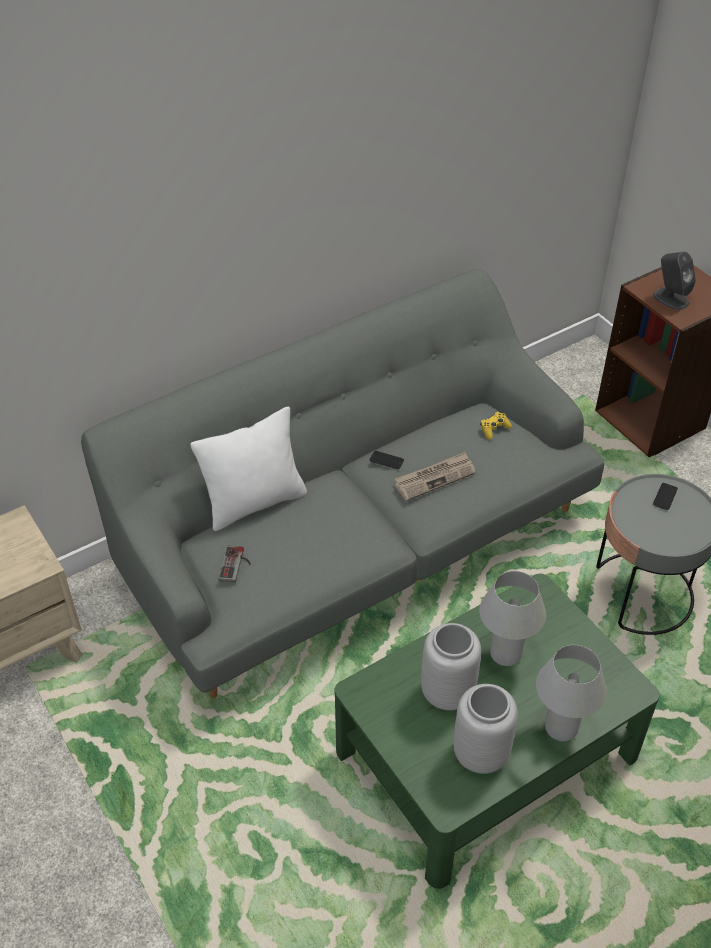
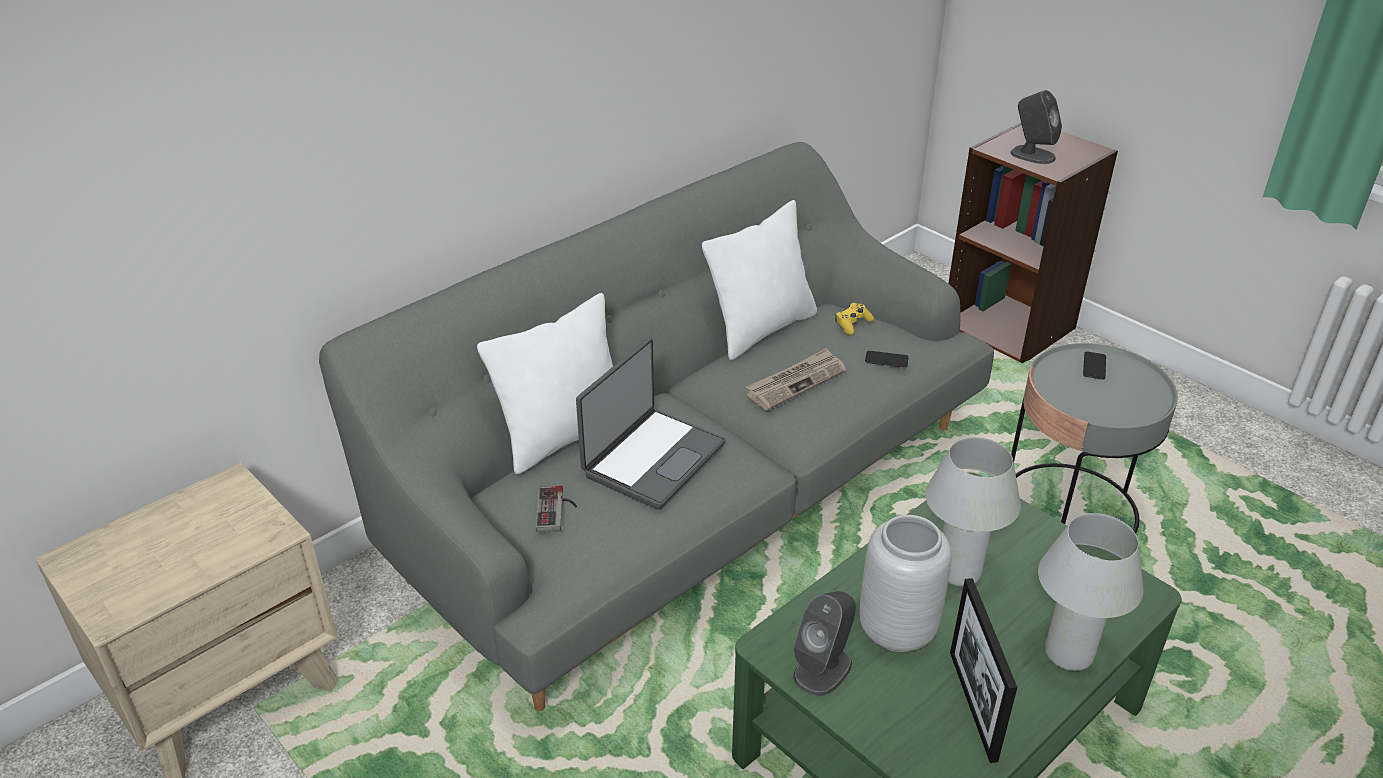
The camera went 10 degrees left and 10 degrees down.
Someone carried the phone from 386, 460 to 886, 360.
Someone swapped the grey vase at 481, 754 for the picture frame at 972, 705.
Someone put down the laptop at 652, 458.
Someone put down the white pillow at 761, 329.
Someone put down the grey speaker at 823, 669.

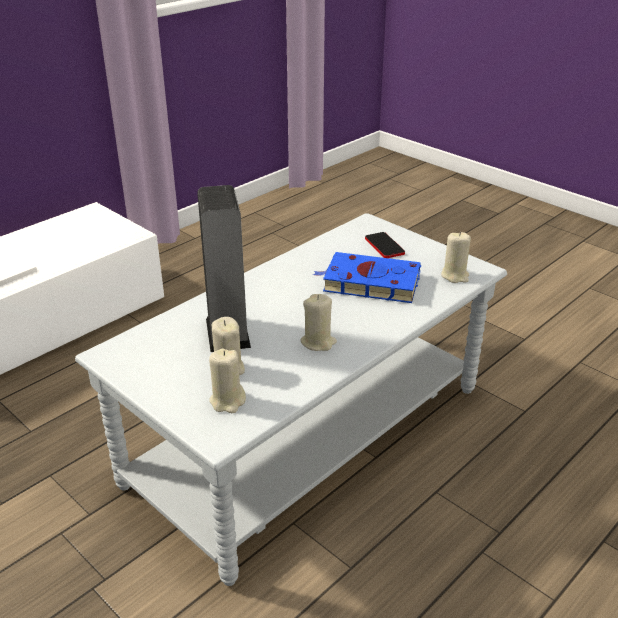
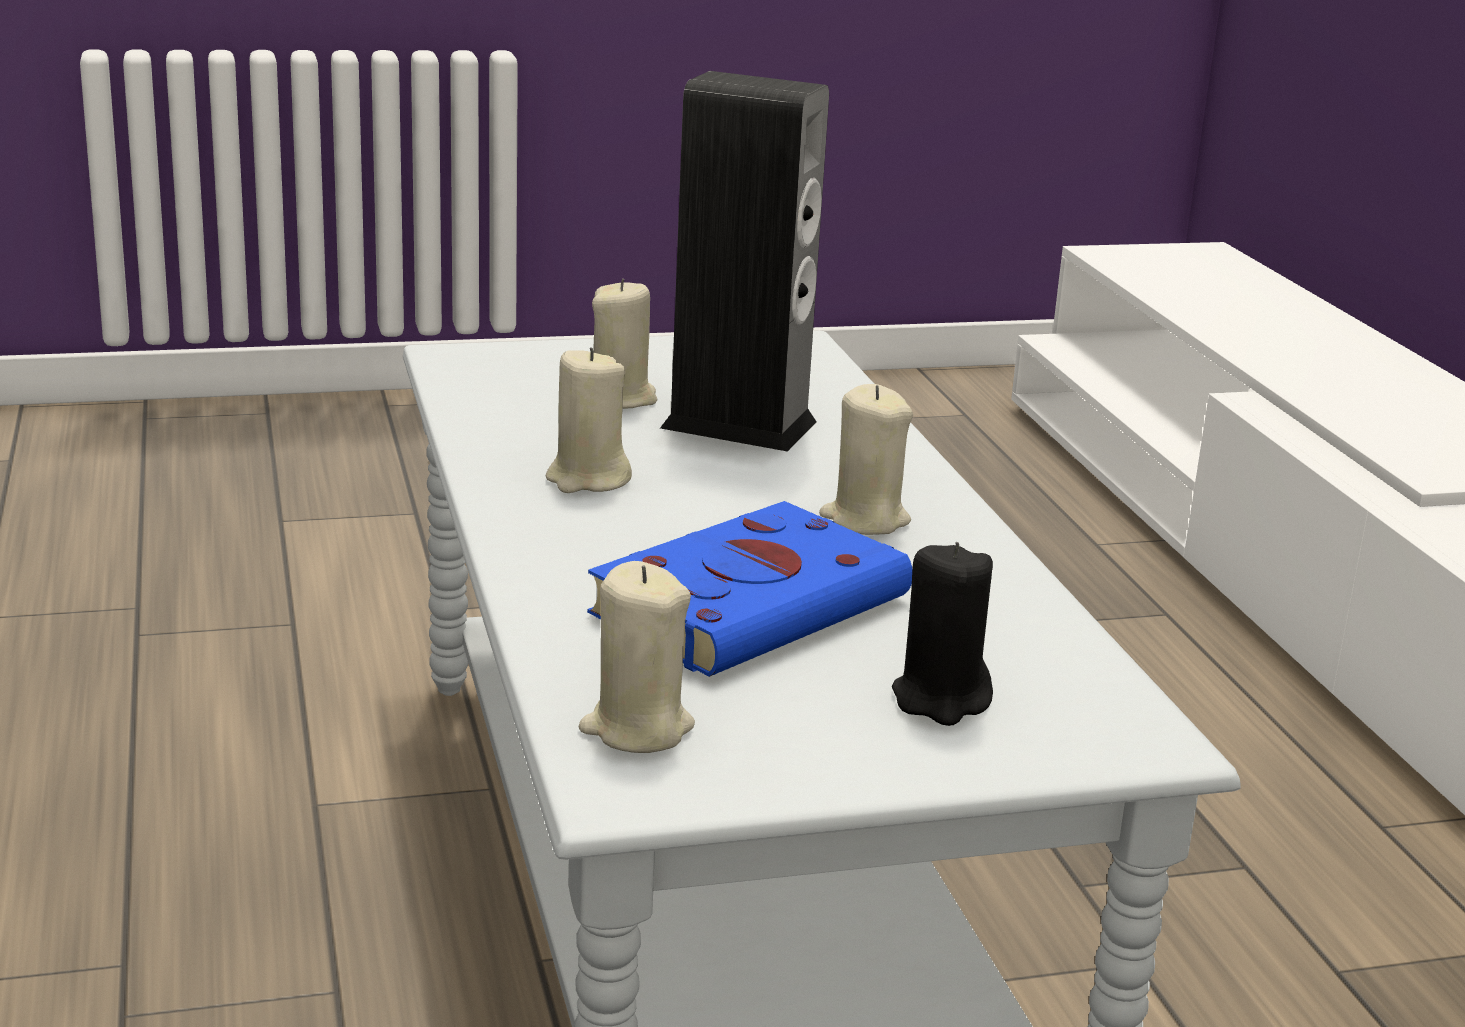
The camera went 120 degrees right and 10 degrees down.
Someone carried the beige candle from 228, 401 to 864, 519.
Someone swapped the phone at 384, 246 for the black candle at 941, 699.

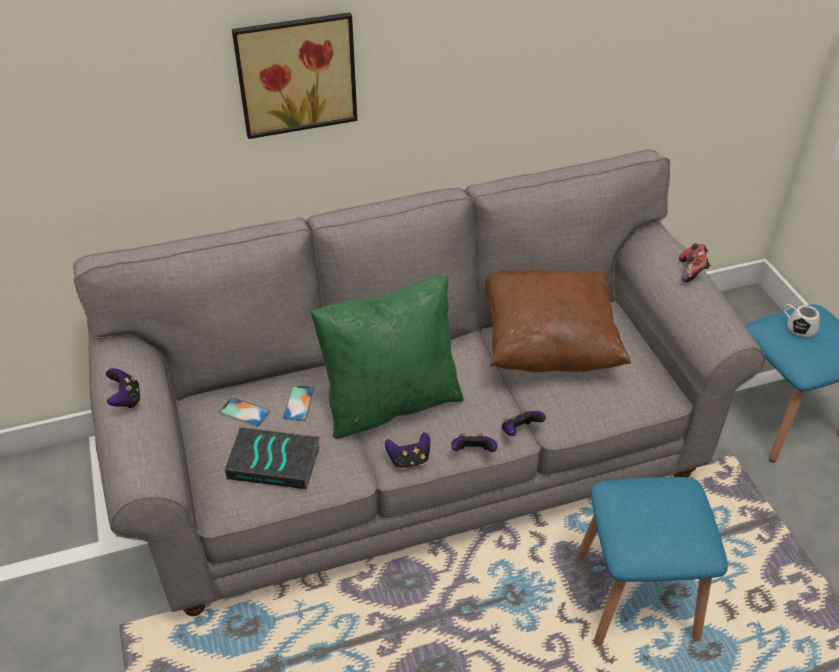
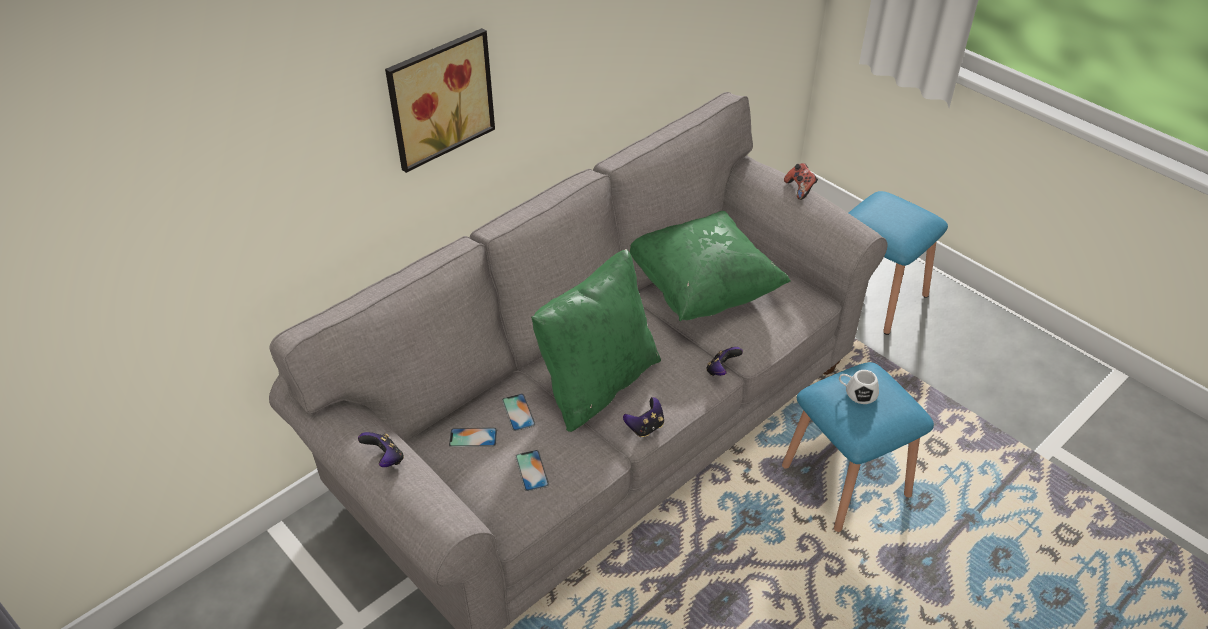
The camera went 25 degrees left and 0 degrees up.
Someone swapped the book at 275, 461 for the phone at 532, 470.
Someone took away the game controller at 473, 452.
Someone repainted the brown pillow at 548, 345, which became the green pillow at 702, 289.
Someone carried the white mug from 797, 326 to 857, 392.

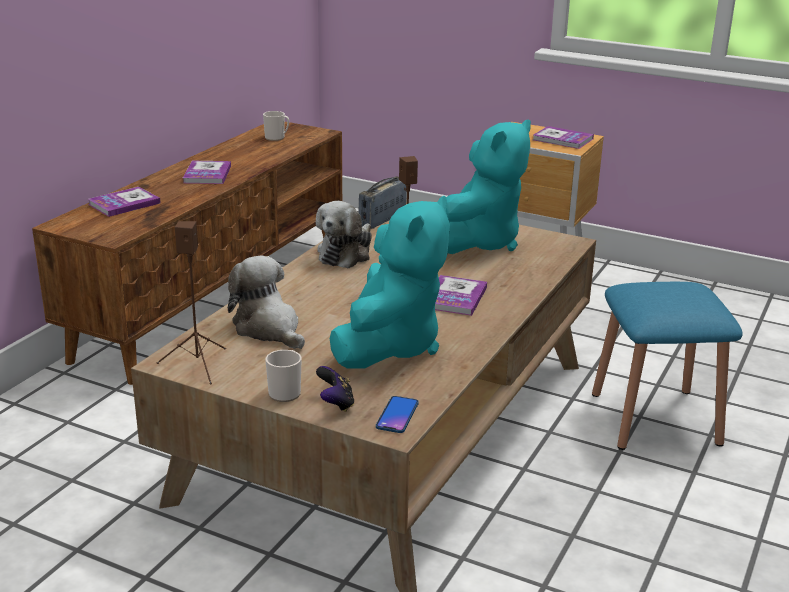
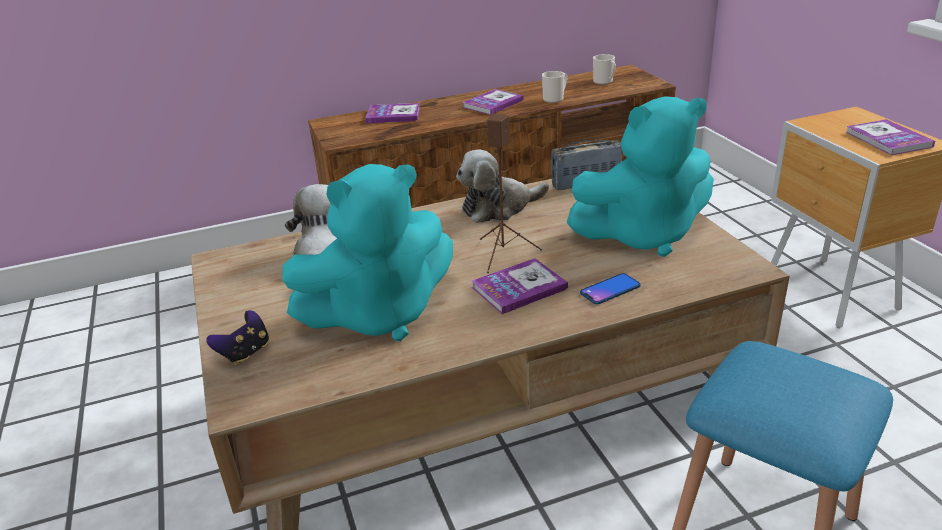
The camera went 45 degrees right and 5 degrees up.
Someone took away the brown speaker at 198, 364.
Someone carried the mug from 286, 392 to 555, 99.
Someone carried the phone from 397, 415 to 610, 290.

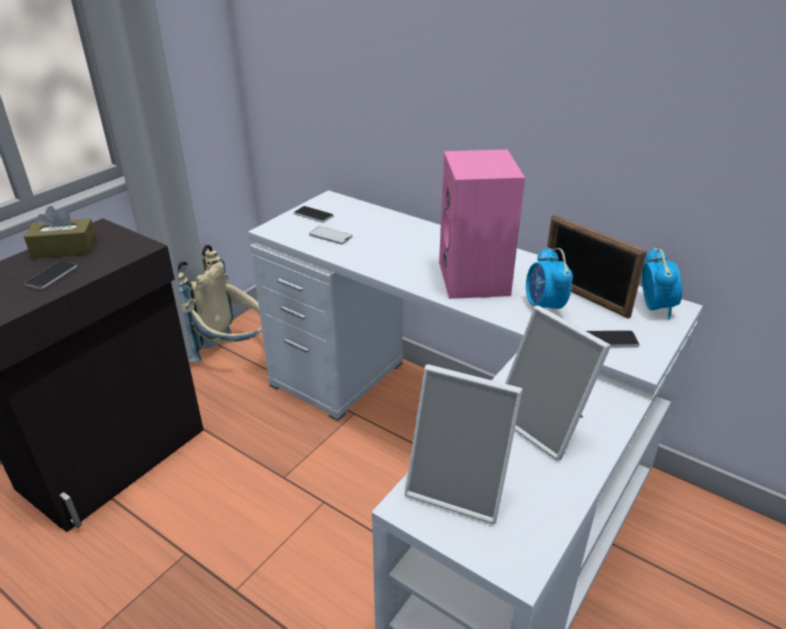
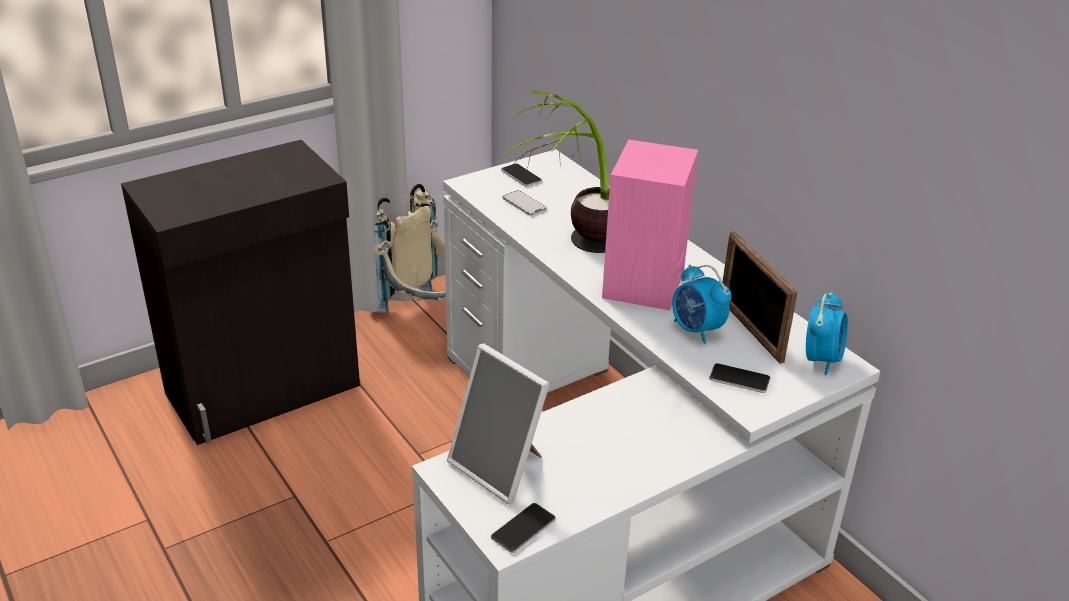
The camera went 20 degrees right and 0 degrees up.
Someone took away the brown tissue box at 65, 249.
Someone carried the phone from 51, 276 to 523, 529.
Someone took away the picture frame at 545, 425.
Someone rotated the alarm clock at 544, 307 by 45 degrees counterclockwise.
Someone put down the potted plant at 574, 250.

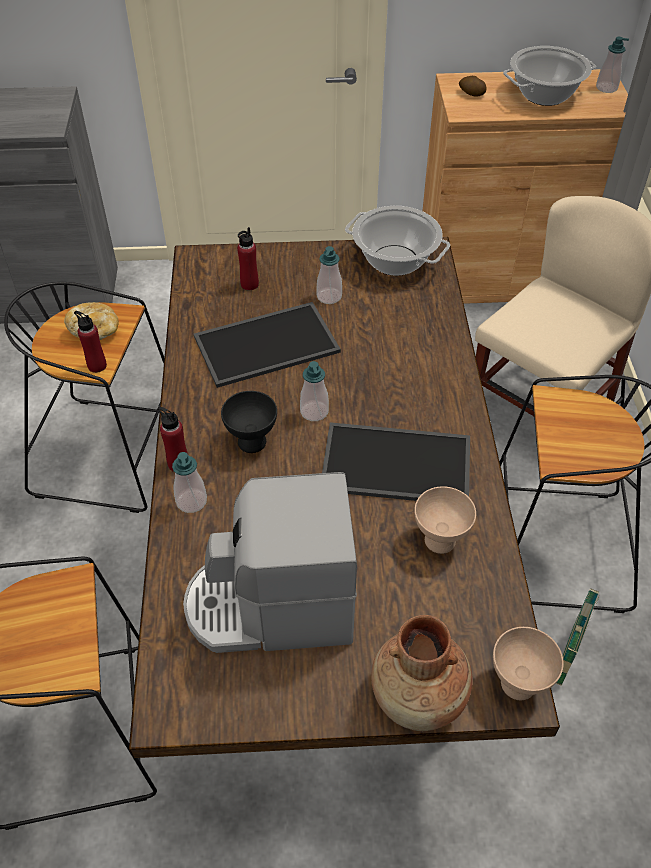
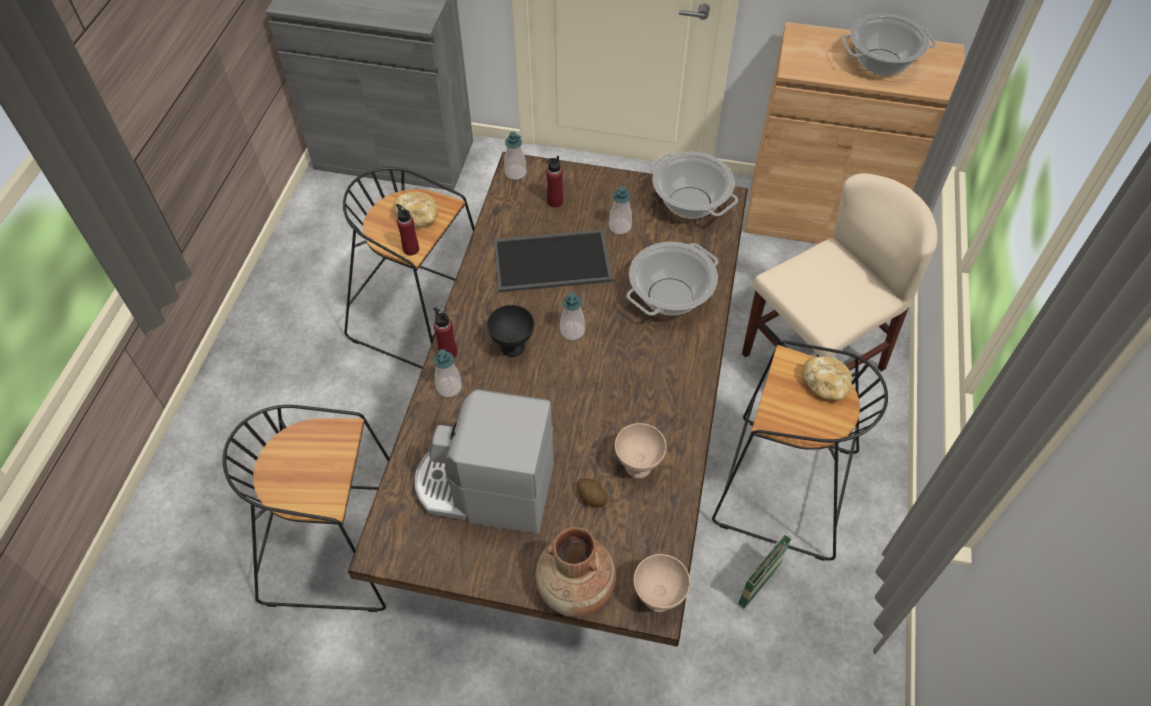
The camera went 15 degrees right and 5 degrees up.
Someone took away the tray at 394, 466.
Someone carried the potato from 471, 94 to 591, 497.
Someone carried the soap dispenser from 606, 88 to 515, 173.
Someone put down the cooking pot at 670, 297.
Someone put down the bread at 825, 384.

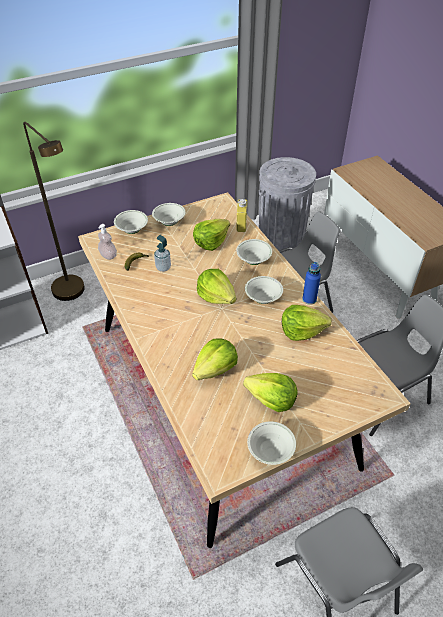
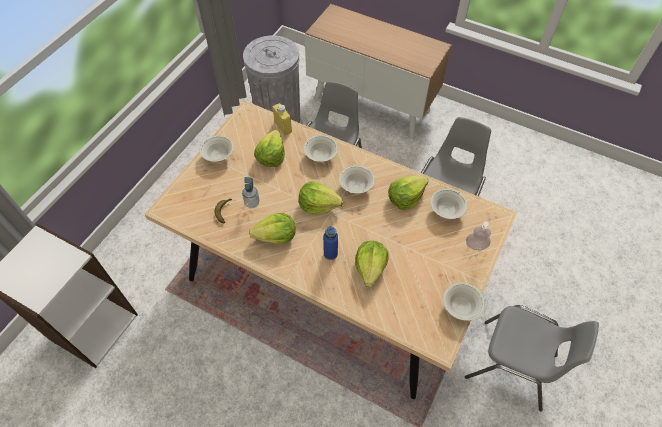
The camera went 35 degrees left and 10 degrees up.
Someone took away the brown floor lamp at 74, 294.
Someone carried the soap dispenser from 108, 255 to 476, 245.
Someone carried the white bowl from 132, 230 to 446, 211.
Someone carried the lettuce from 271, 400 to 276, 237.
Someone carried the blue bottle from 309, 299 to 330, 254.

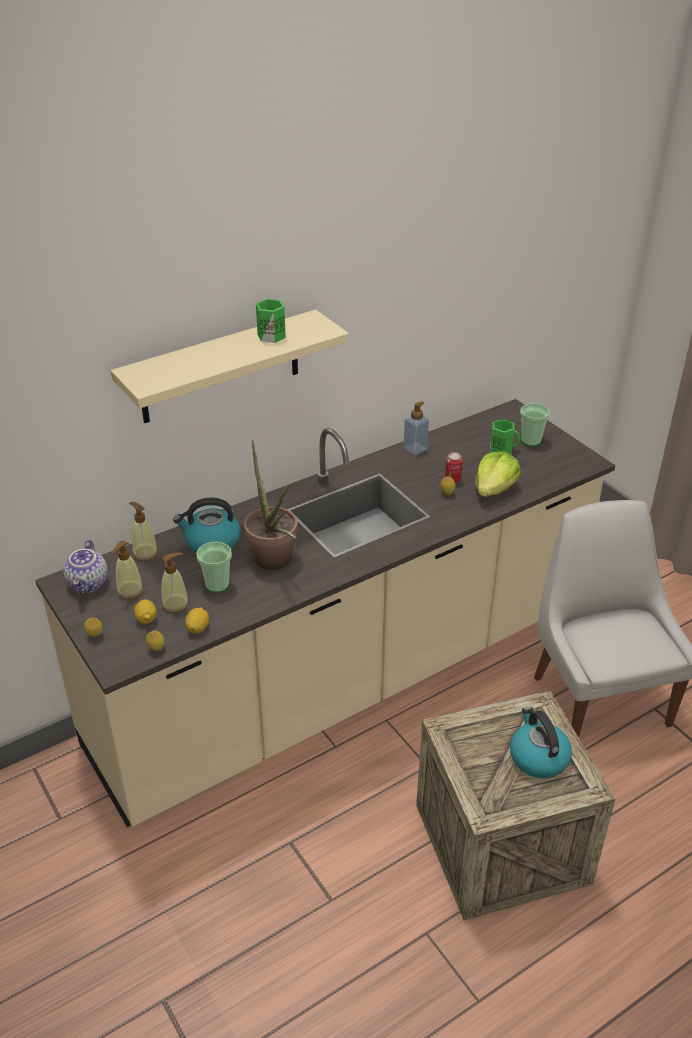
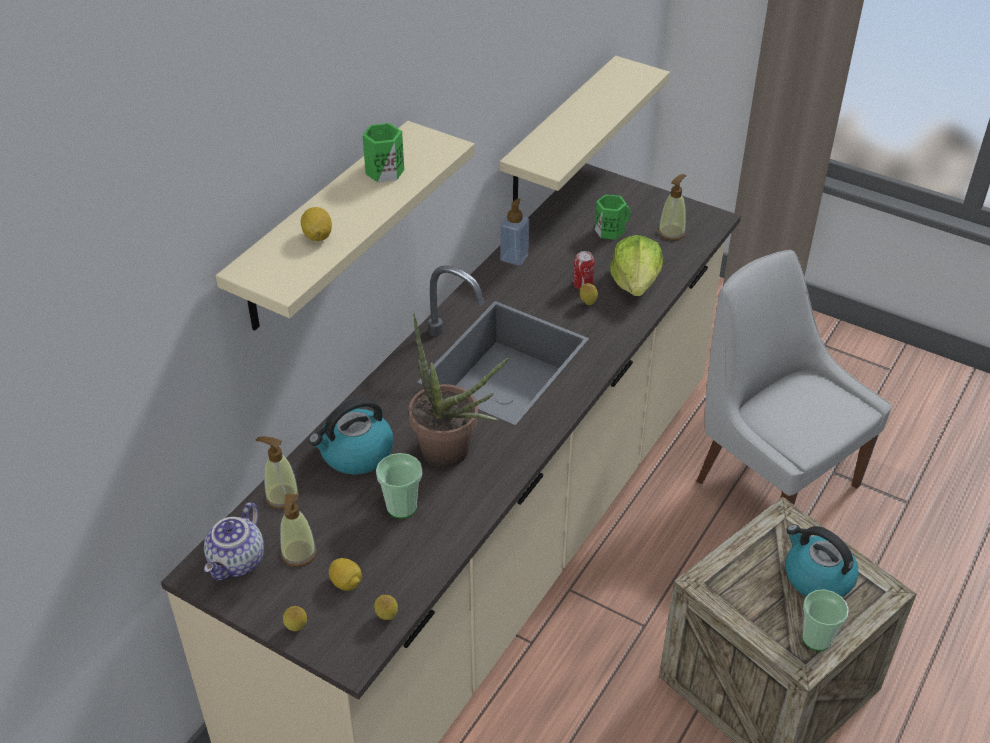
The camera went 25 degrees left and 5 degrees up.
Someone rotated the teapot at 89, 584 by 45 degrees clockwise.
Someone carried the soap dispenser from 175, 604 to 671, 232.
Someone carried the lemon from 198, 628 to 317, 236.
Someone carried the cup from 531, 440 to 816, 638.
Someone put up the beige shelf at 559, 134.

